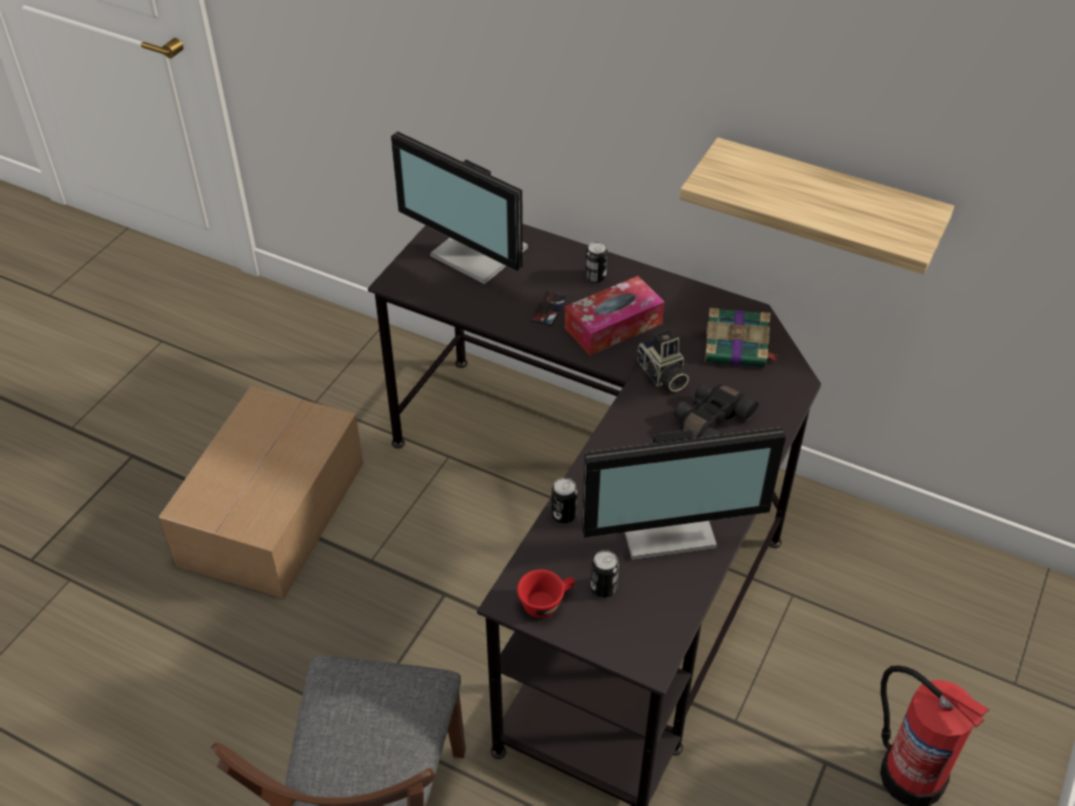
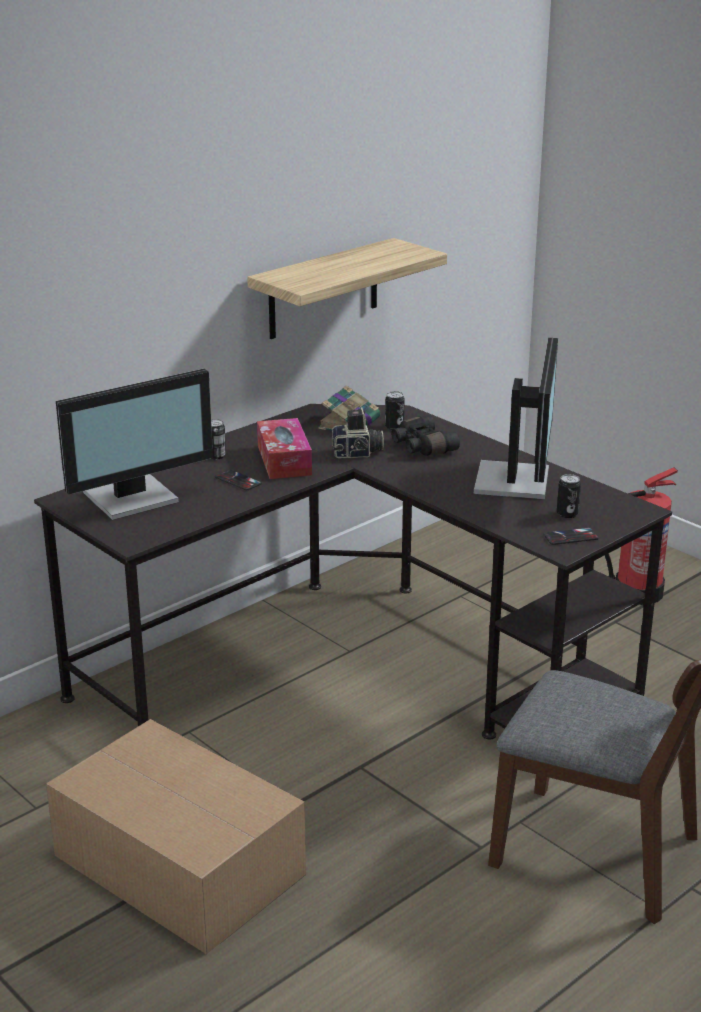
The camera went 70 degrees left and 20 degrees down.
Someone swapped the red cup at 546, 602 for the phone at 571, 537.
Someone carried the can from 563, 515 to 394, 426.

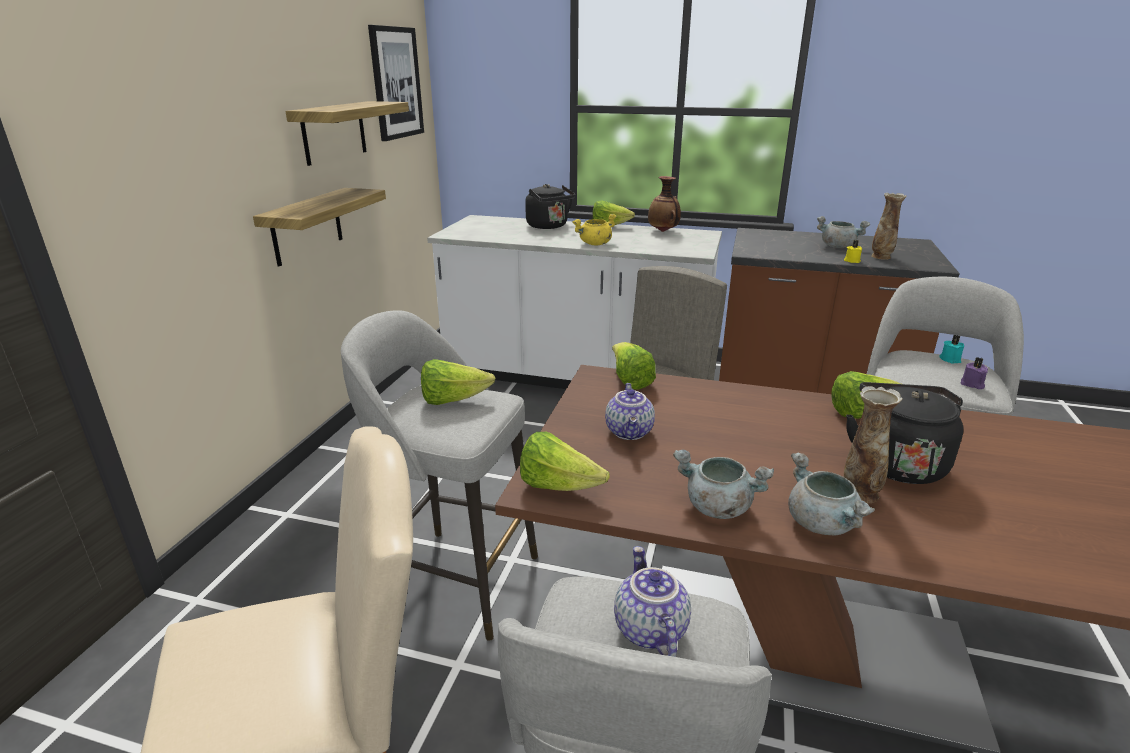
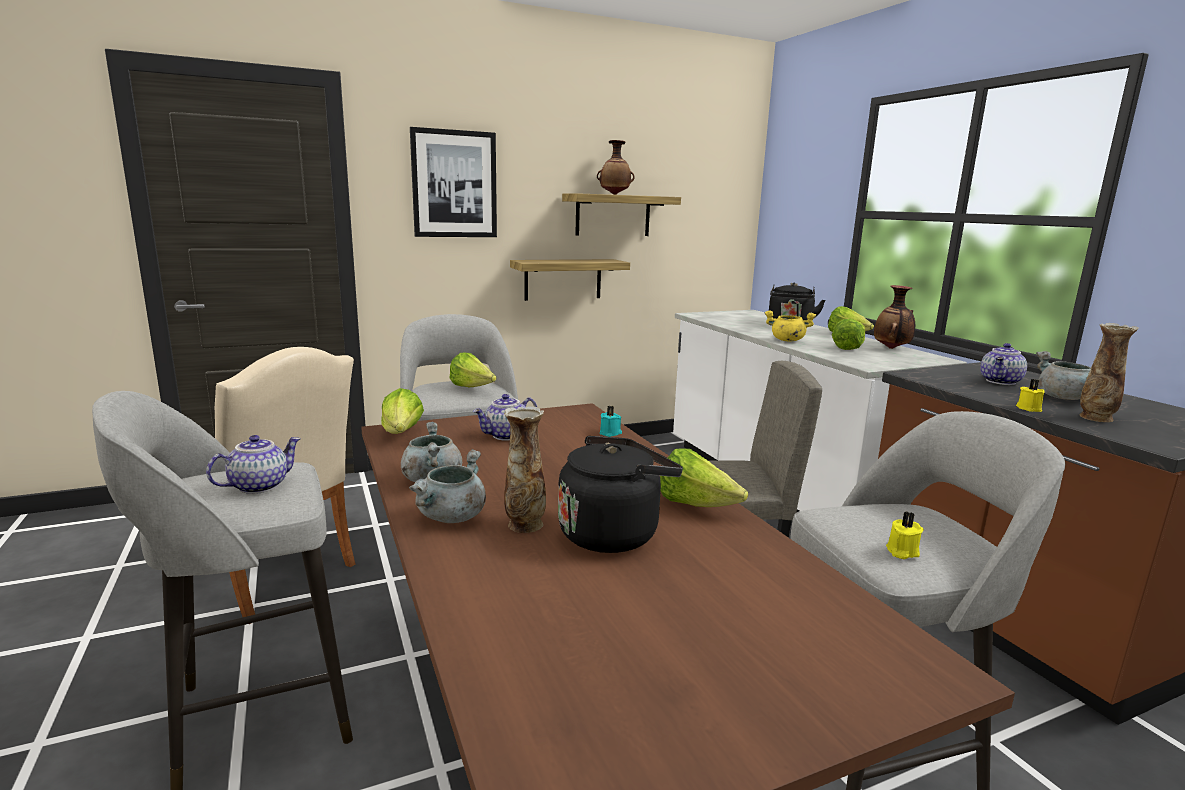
The camera went 50 degrees right and 10 degrees down.
Someone carried the picture from 396, 83 to 454, 184.
Someone carried the lettuce from 629, 380 to 848, 348.
Someone carried the turquoise candle from 950, 359 to 610, 433.
Someone repainted the purple candle at 972, 384, which became the yellow candle at 901, 551.
Someone put down the vase at 615, 194.
Someone put down the teapot at 1001, 382.

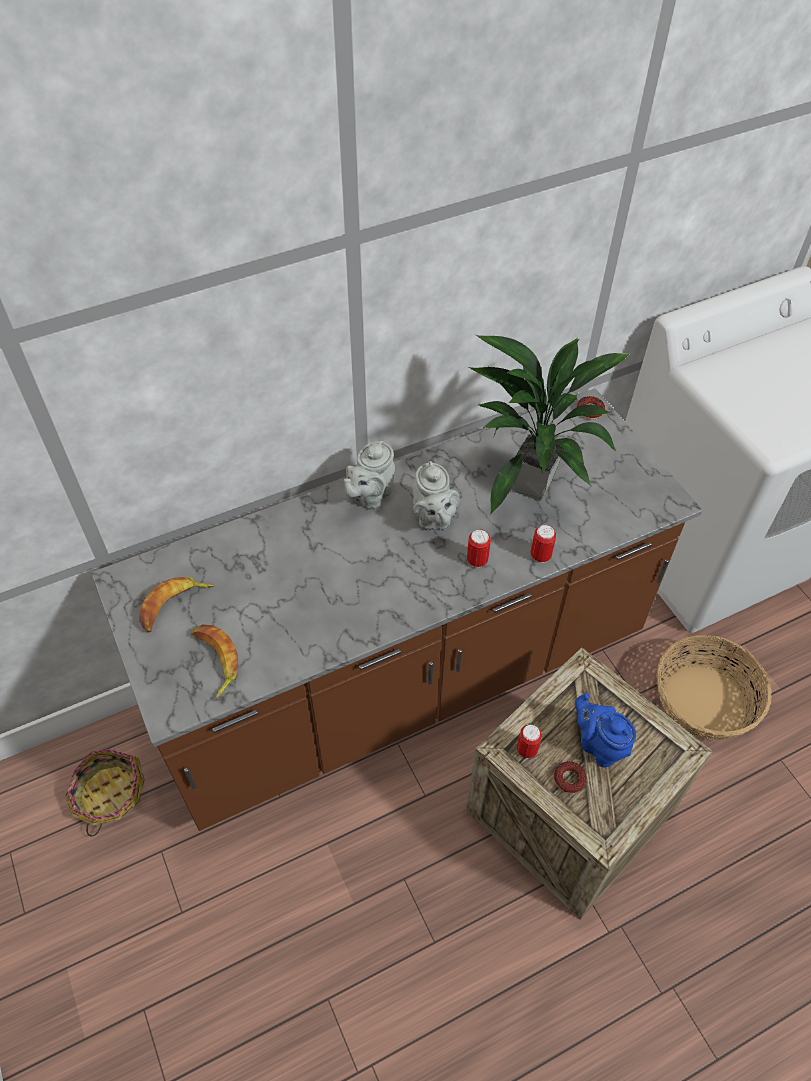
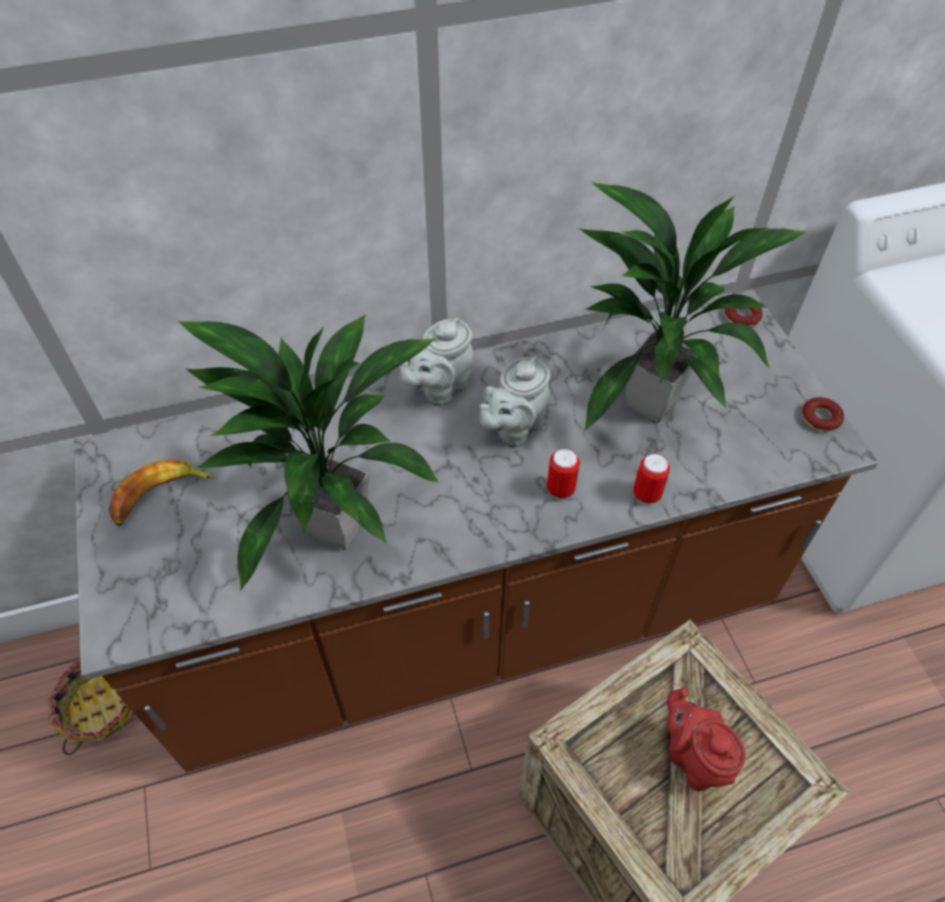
The camera went 10 degrees right and 0 degrees up.
Someone took away the banana at 215, 660.
Someone rotated the grey teapot at 433, 519 by 45 degrees clockwise.
Someone took away the can at 526, 750.
Someone carried the donut from 569, 779 to 820, 418.
Someone repainted the blue teapot at 599, 745, which became the red teapot at 693, 758.
Someone took away the basket at 702, 701.
Someone put down the potted plant at 335, 524.

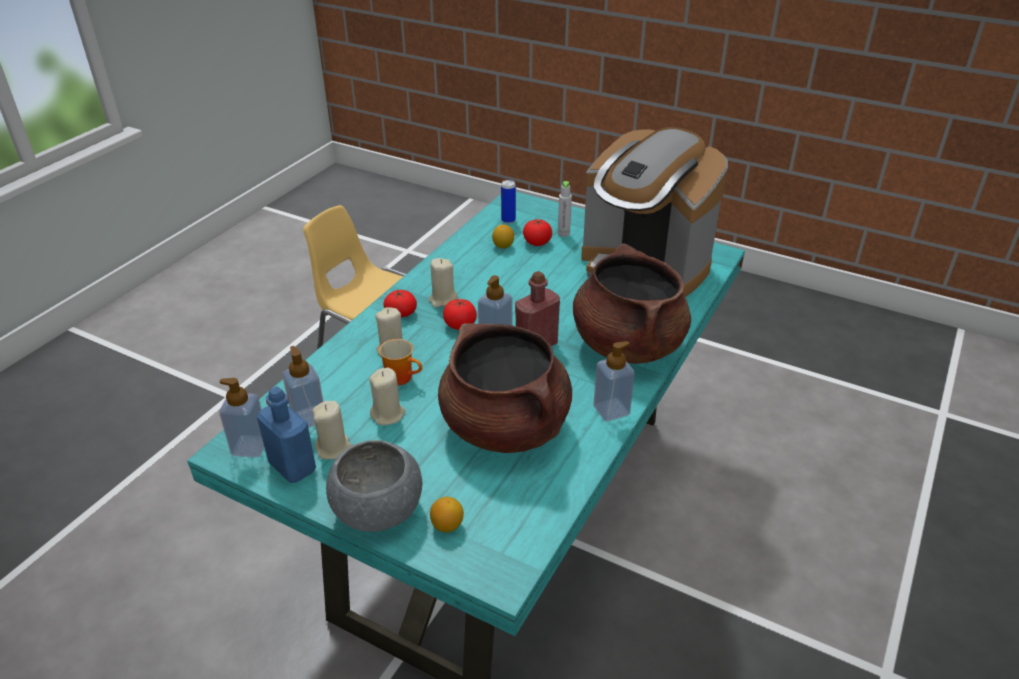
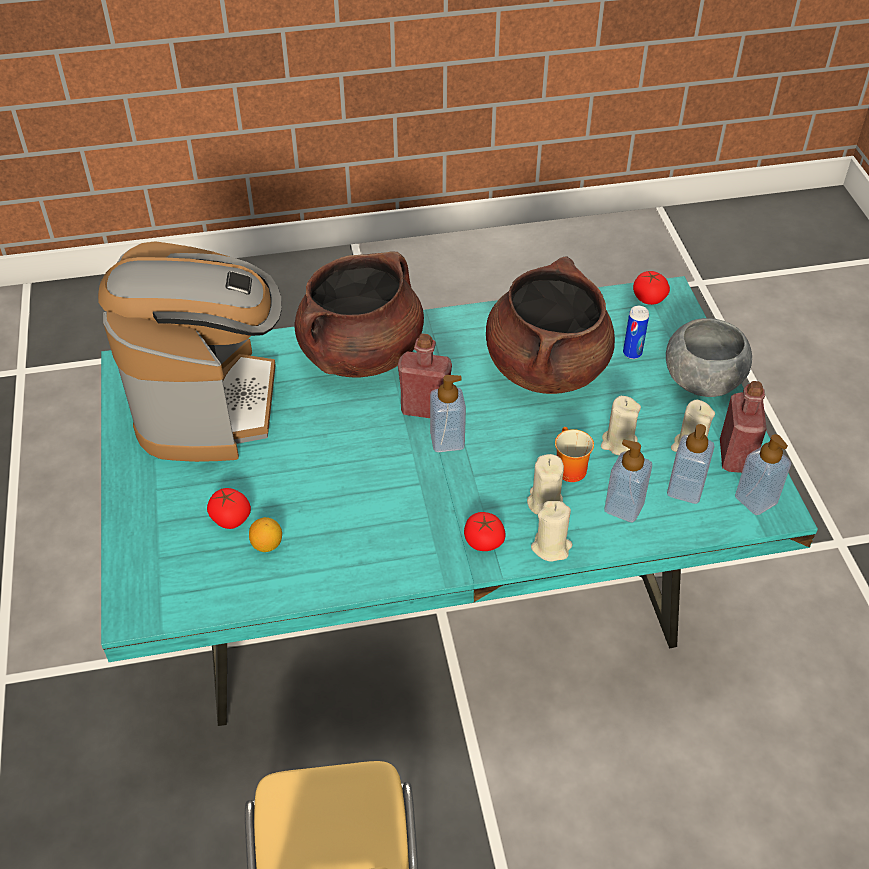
The camera went 130 degrees left and 10 degrees up.
Someone repainted the blue bottle at 292, 467, which became the red bottle at 735, 456.
Someone carried the beige candle from 443, 300 to 551, 547.
Someone took away the lemon at 447, 525.
Someone carried the tomato from 460, 325 to 648, 299.
Someone carried the can from 508, 220 to 632, 353.
Someone took away the grey bottle at 563, 233.
Someone carried the soap dispenser from 611, 410 to 624, 507.

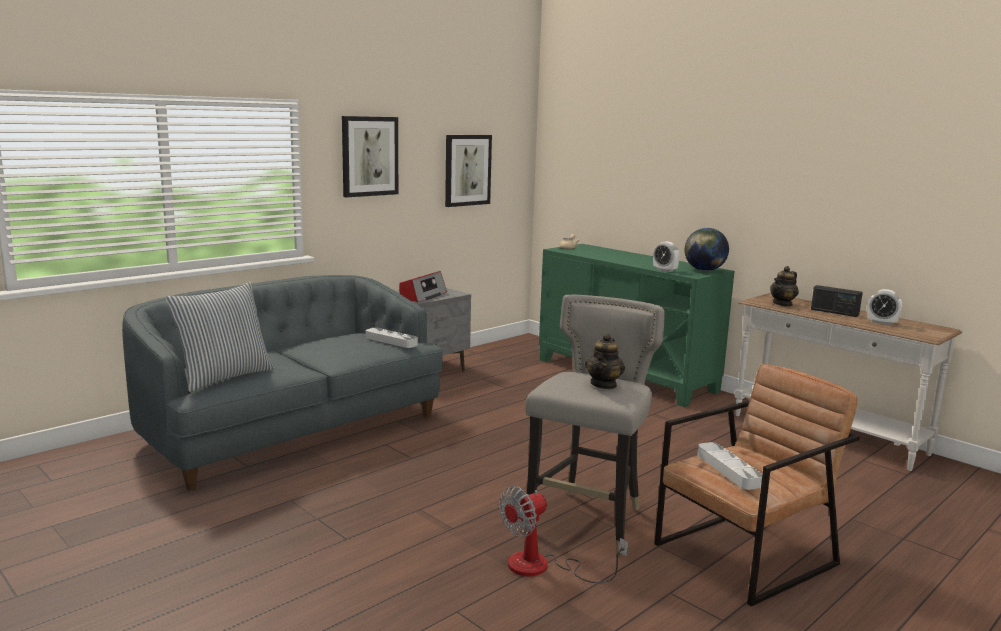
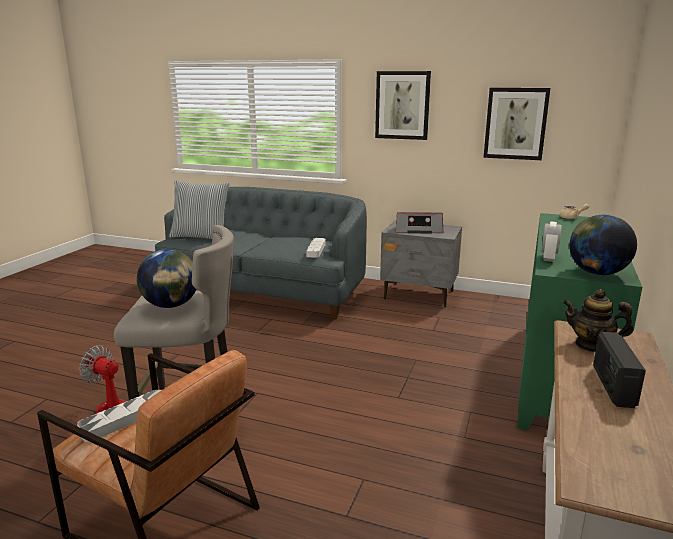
The camera went 65 degrees right and 5 degrees up.
Someone swapped the teapot at 604, 384 for the globe at 171, 305.
Someone took away the alarm clock at 882, 323.

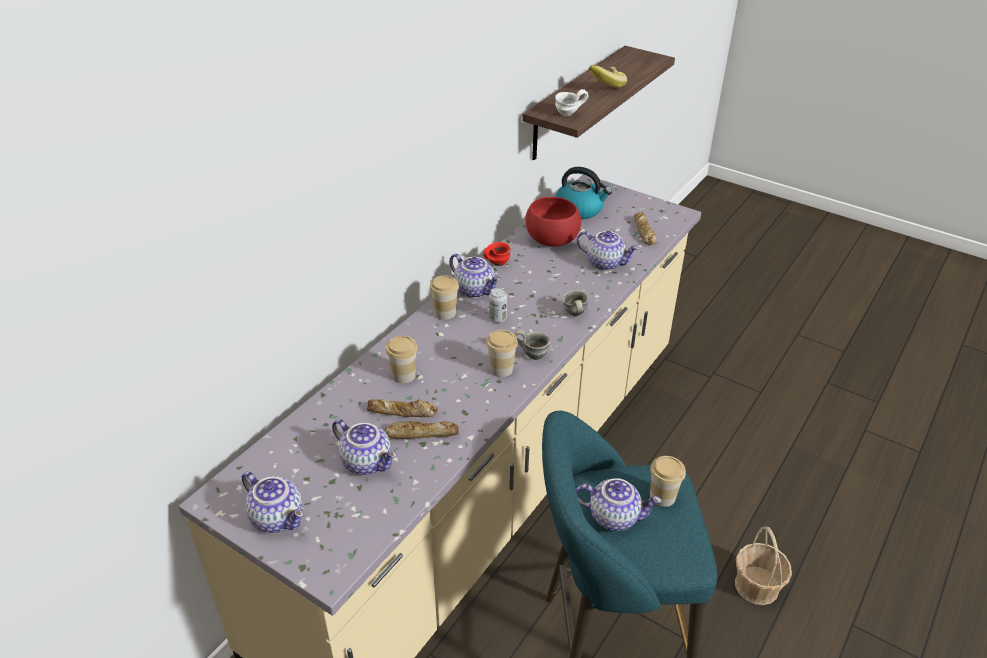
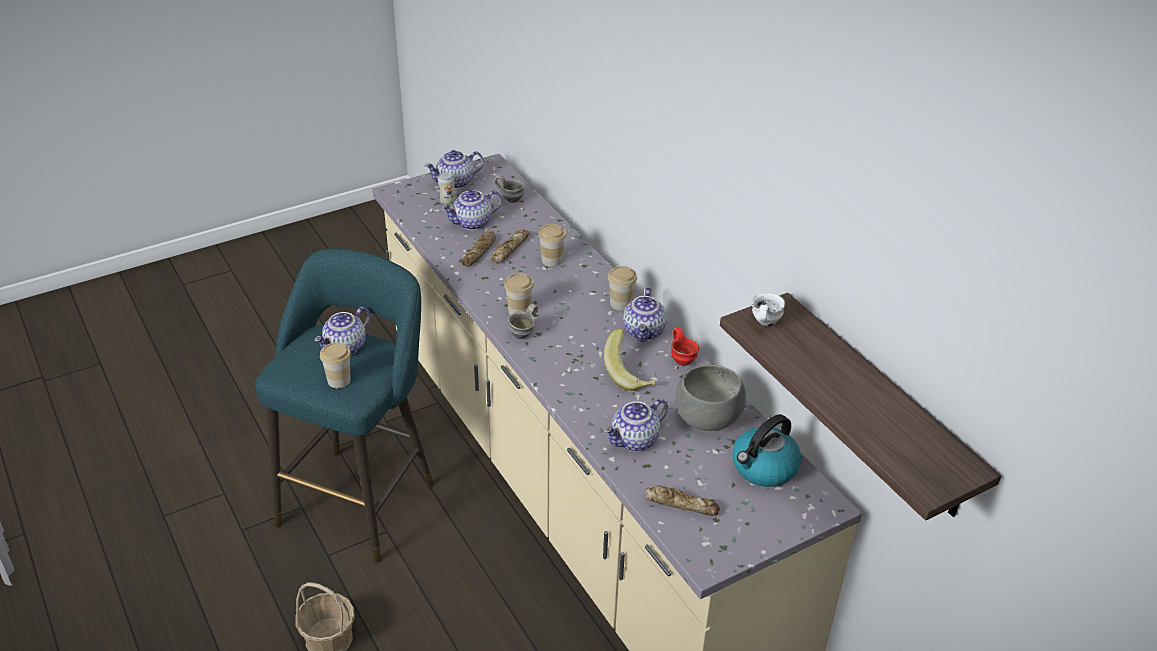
The camera went 115 degrees right and 0 degrees up.
Someone rotated the teapot at 475, 290 by 60 degrees counterclockwise.
Someone carried the can from 497, 318 to 447, 200.
Someone repainted the red bowl at 552, 239, which became the grey bowl at 707, 418.
Someone carried the grey mug from 573, 315 to 511, 198.
Someone carried the banana from 605, 86 to 630, 374.

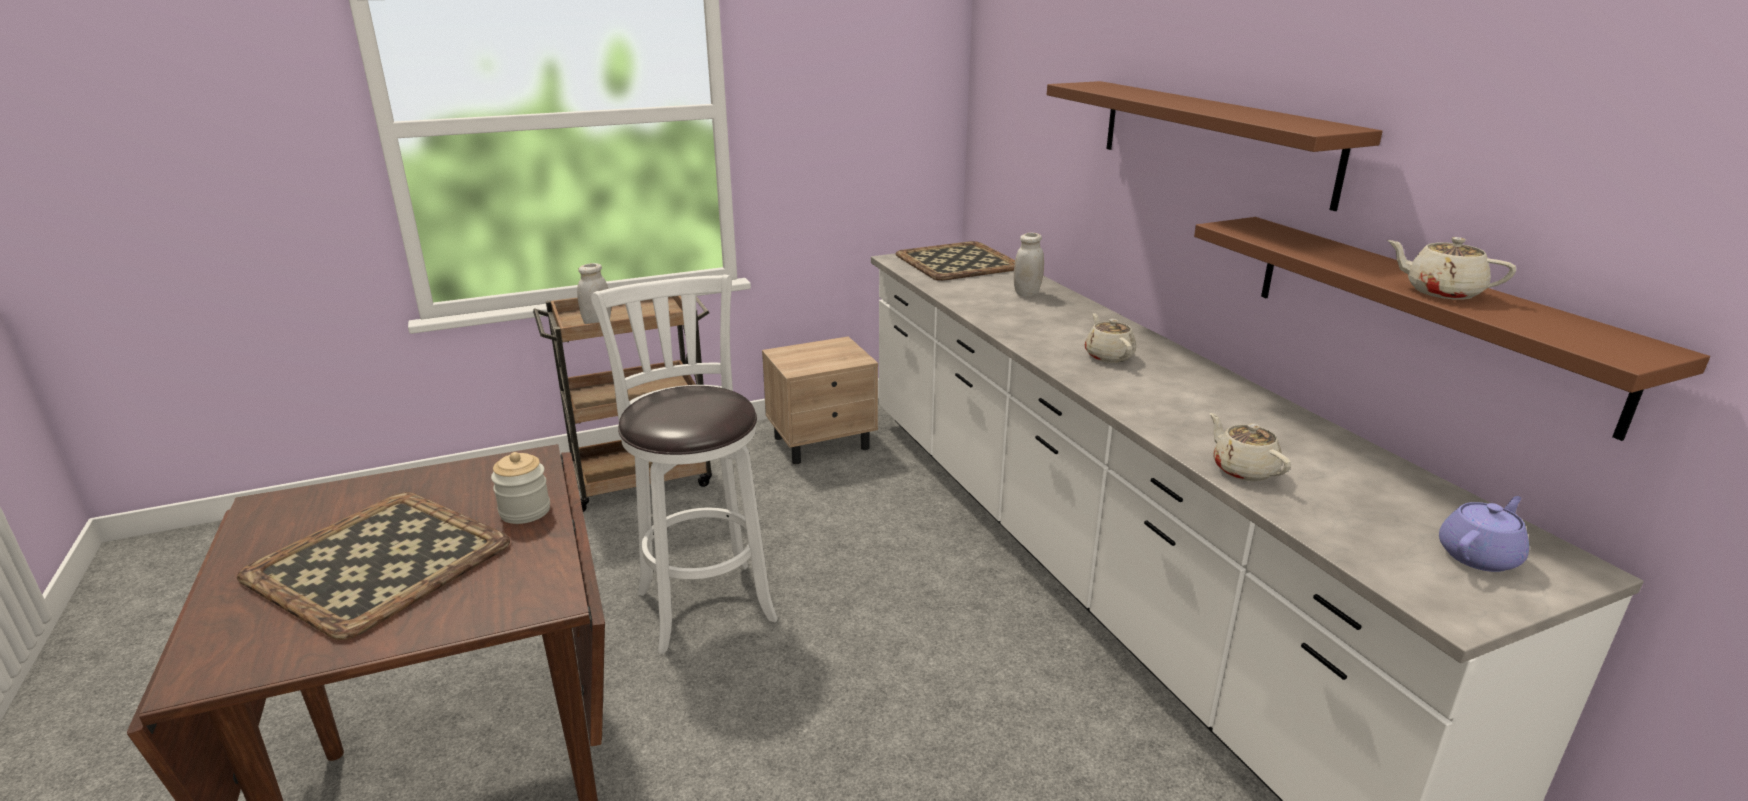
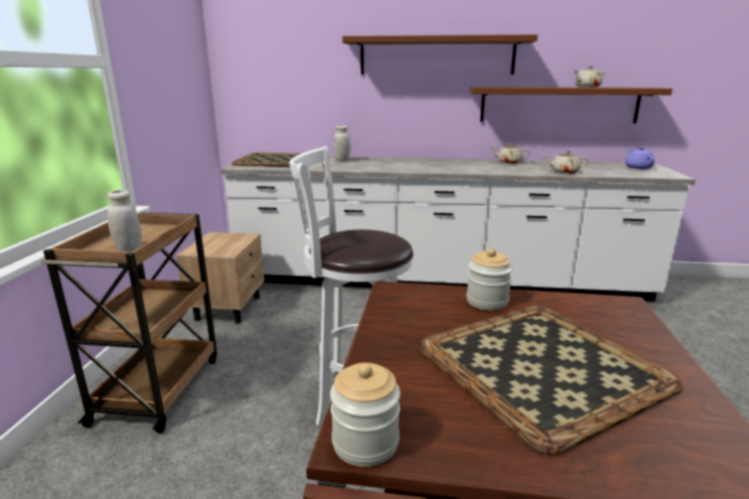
The camera went 60 degrees left and 5 degrees down.
Someone carried the beige teapot from 1108, 356 to 509, 162.
Someone put down the jar at 365, 442.

